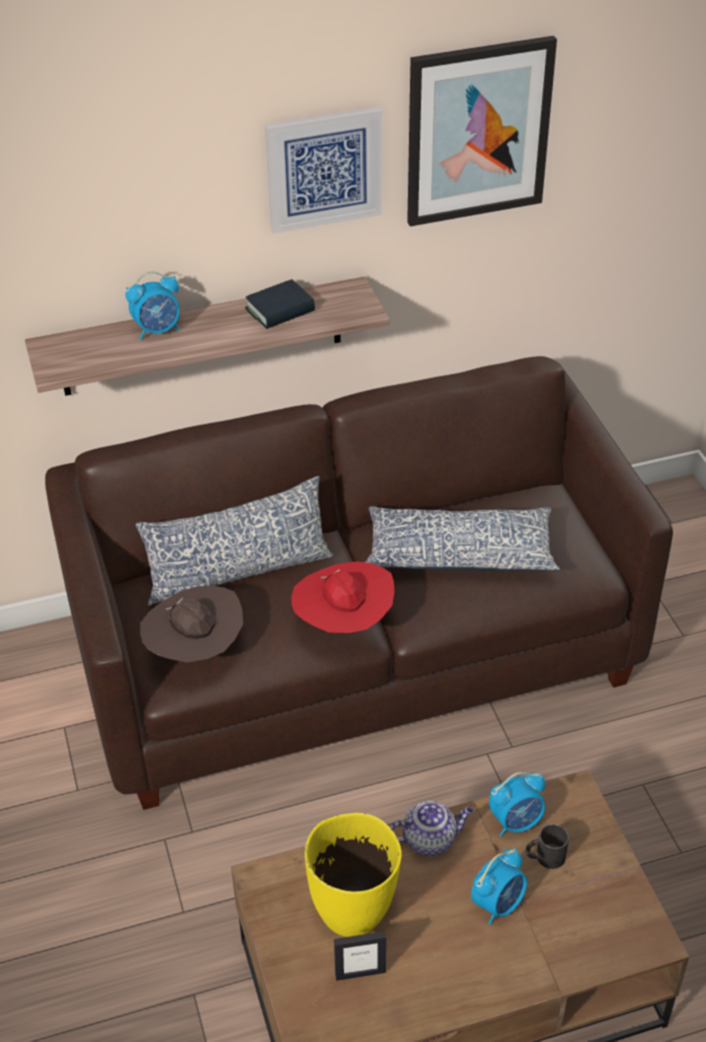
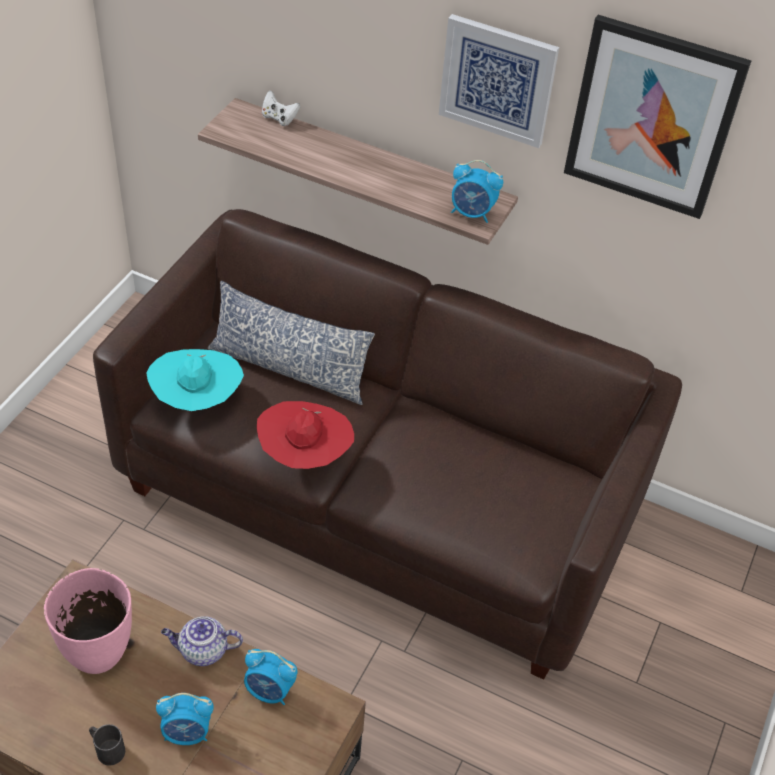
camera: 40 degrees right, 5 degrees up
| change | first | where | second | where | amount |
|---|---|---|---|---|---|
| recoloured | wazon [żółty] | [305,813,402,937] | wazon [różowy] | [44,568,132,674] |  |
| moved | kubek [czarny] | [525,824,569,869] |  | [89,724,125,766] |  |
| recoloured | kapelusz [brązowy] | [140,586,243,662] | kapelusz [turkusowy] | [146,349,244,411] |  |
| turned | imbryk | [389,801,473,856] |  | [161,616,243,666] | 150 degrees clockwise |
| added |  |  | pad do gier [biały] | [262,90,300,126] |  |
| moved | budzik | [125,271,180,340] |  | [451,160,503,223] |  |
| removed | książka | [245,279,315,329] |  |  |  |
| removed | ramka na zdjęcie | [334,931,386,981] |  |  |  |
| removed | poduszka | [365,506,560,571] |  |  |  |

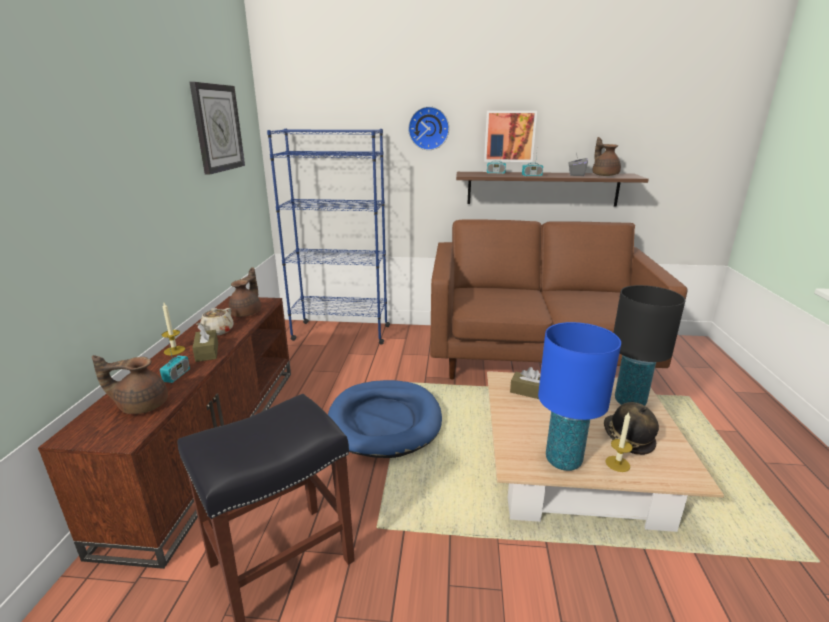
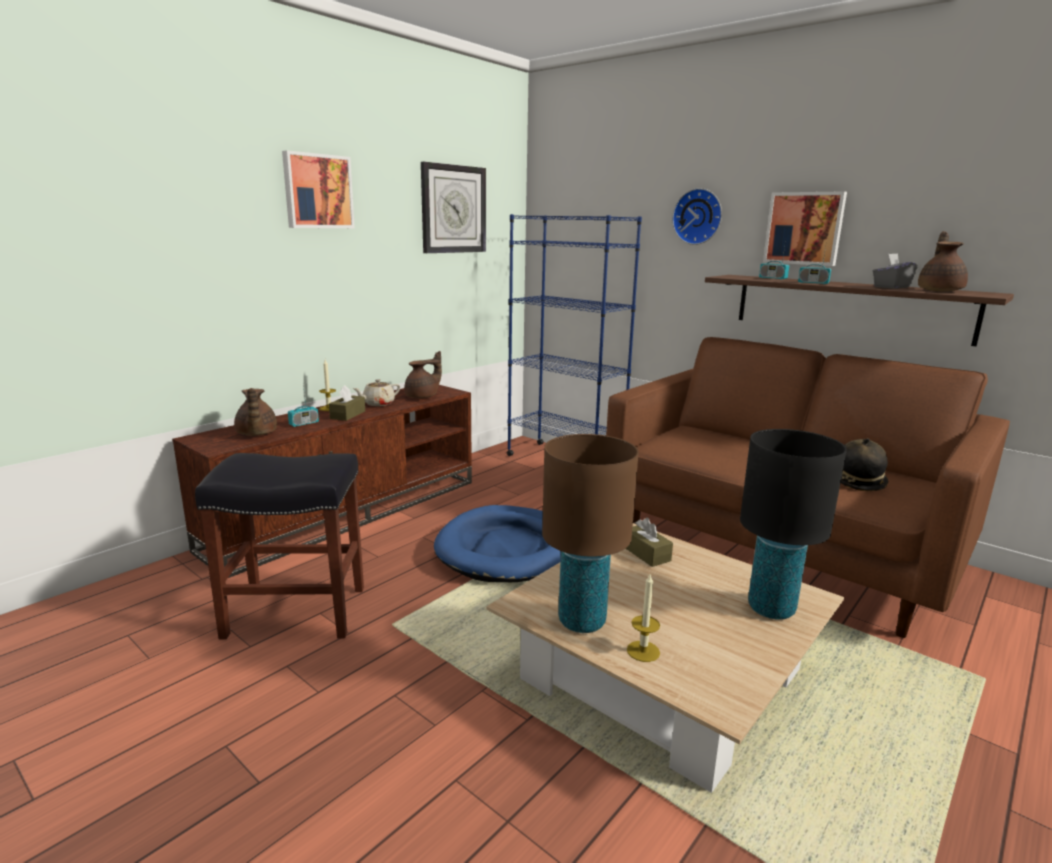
camera: 35 degrees right, 5 degrees down
| change | first | where | second | where | amount |
|---|---|---|---|---|---|
| turned | imbryk [brązowy] | [92,355,168,414] |  | [234,388,277,436] | 135 degrees counterclockwise |
| added |  |  | obraz | [282,150,355,228] |  |
| recoloured | lampa stołowa [niebieski] | [538,322,621,471] | lampa stołowa [brązowy] | [542,434,639,633] |  |
| moved | kapelusz | [604,402,659,455] |  | [841,438,888,491] |  |

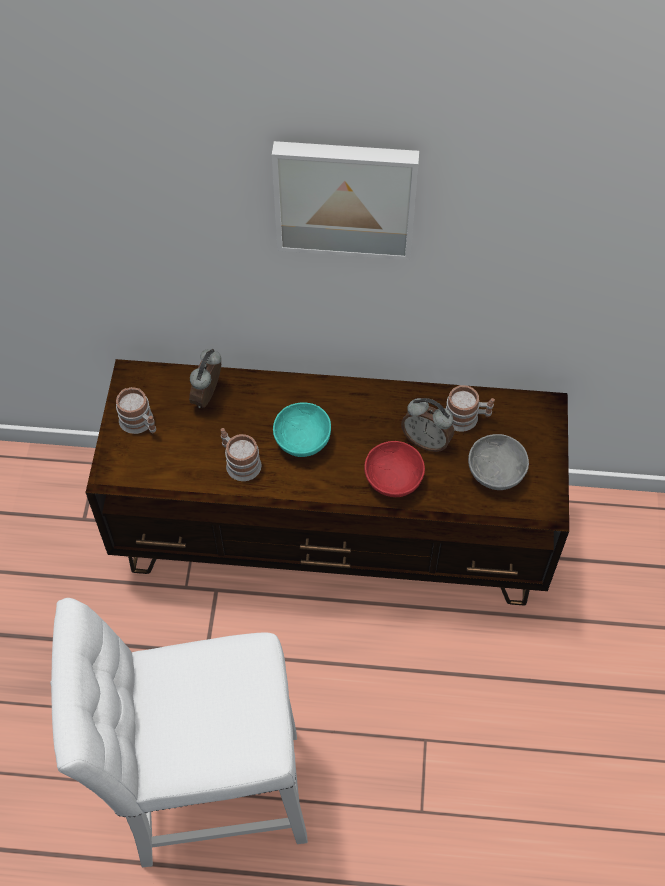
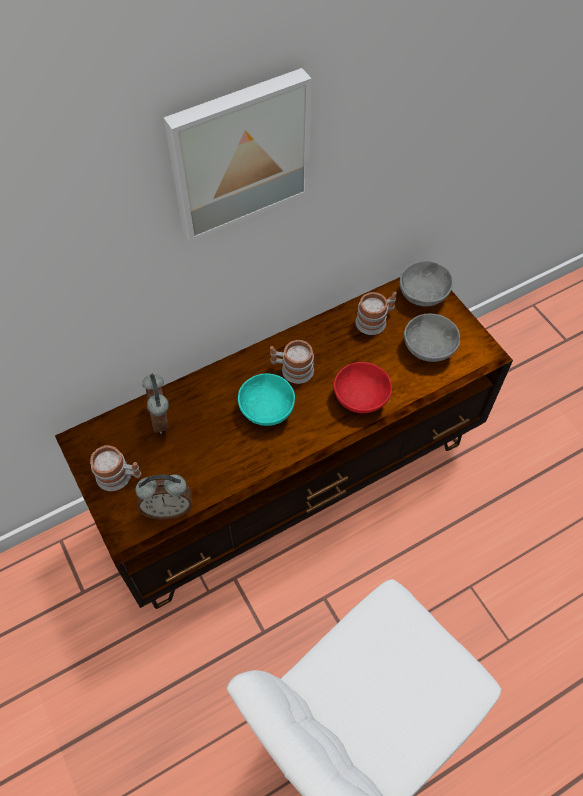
camera: 35 degrees left, 0 degrees up
| change | first | where | second | where | amount |
|---|---|---|---|---|---|
| moved | budzik | [401,398,454,452] |  | [135,474,192,520] |  |
| moved | kubek | [221,428,261,481] |  | [270,340,314,384] |  |
| added |  |  | miska [szary] | [400,261,453,307] |  |

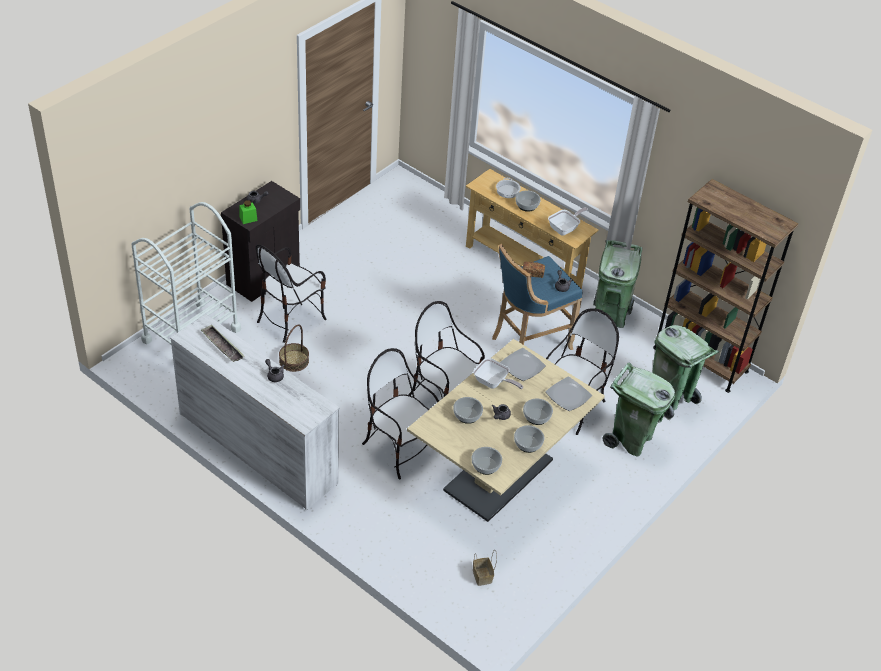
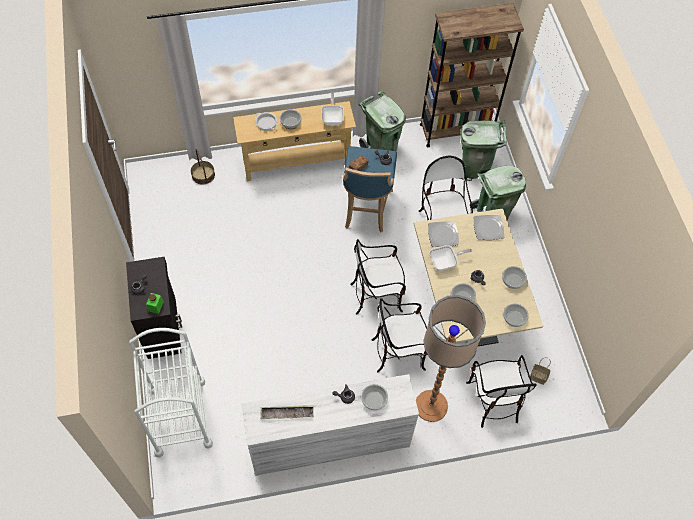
camera: 50 degrees left, 15 degrees up
| change | first | where | second | where | amount |
|---|---|---|---|---|---|
| moved | koszyk | [279,324,309,372] |  | [191,149,215,185] |  |
| moved | miska | [523,398,553,425] |  | [361,384,388,410] |  |
| added |  |  | lampa stojąca | [416,295,486,422] |  |
| moved | krzesło | [256,244,326,343] |  | [466,355,537,428] |  |

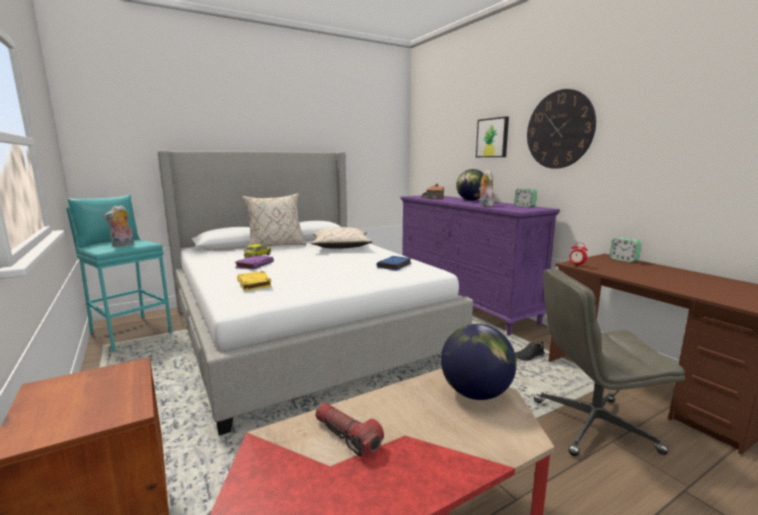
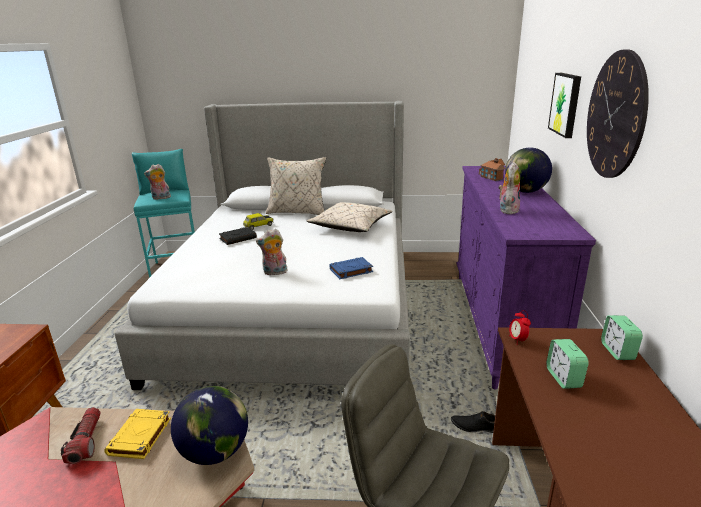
camera: 35 degrees right, 10 degrees up
| change | first | where | second | where | amount |
|---|---|---|---|---|---|
| moved | książka [żółty] | [237,271,272,291] |  | [104,409,171,459] |  |
| recoloured | książka [fioletowy] | [235,255,274,270] | książka [czarny] | [219,227,257,245] |  |
| added |  |  | pluszak | [256,229,288,275] |  |
| moved | budzik | [514,188,537,207] |  | [546,339,589,389] |  |

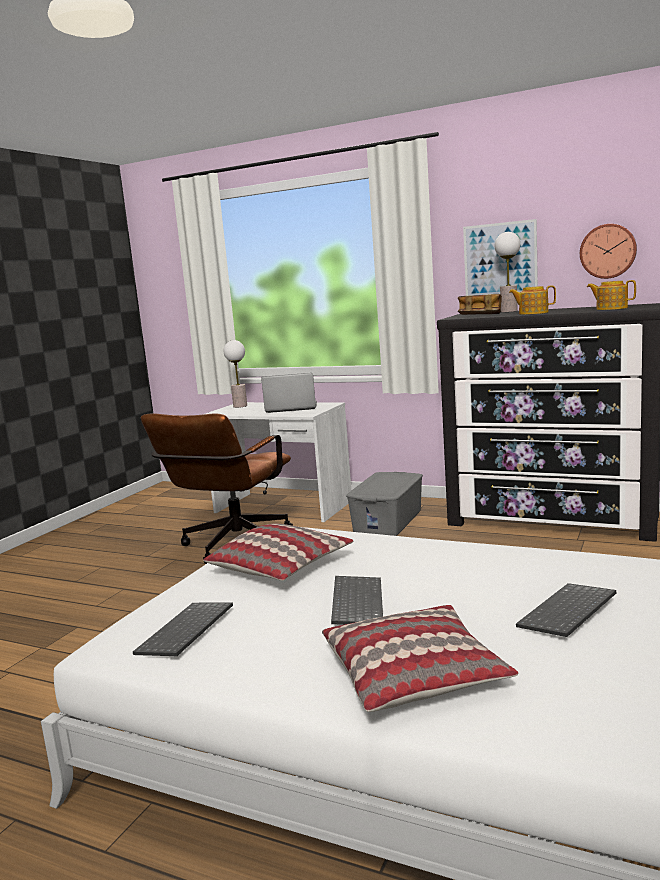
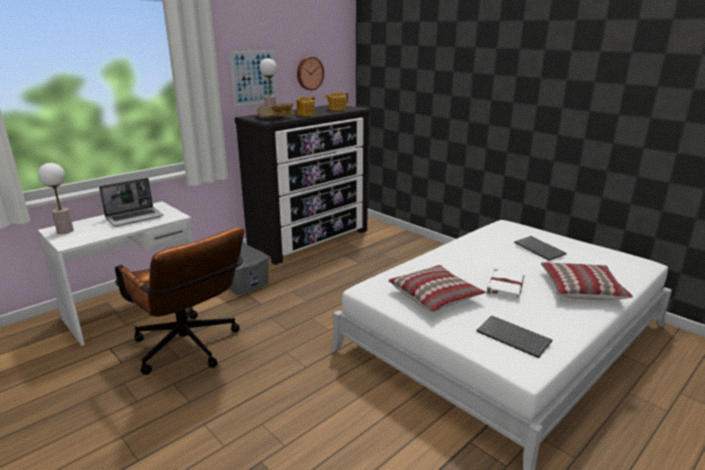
camera: 70 degrees left, 10 degrees up
| change | first | where | second | where | amount |
|---|---|---|---|---|---|
| turned | laptop | [261,373,317,413] |  | [99,178,164,227] | 150 degrees counterclockwise |
| replaced | klawiatura | [331,576,383,625] | książka [biały] | [486,269,524,299] |  |

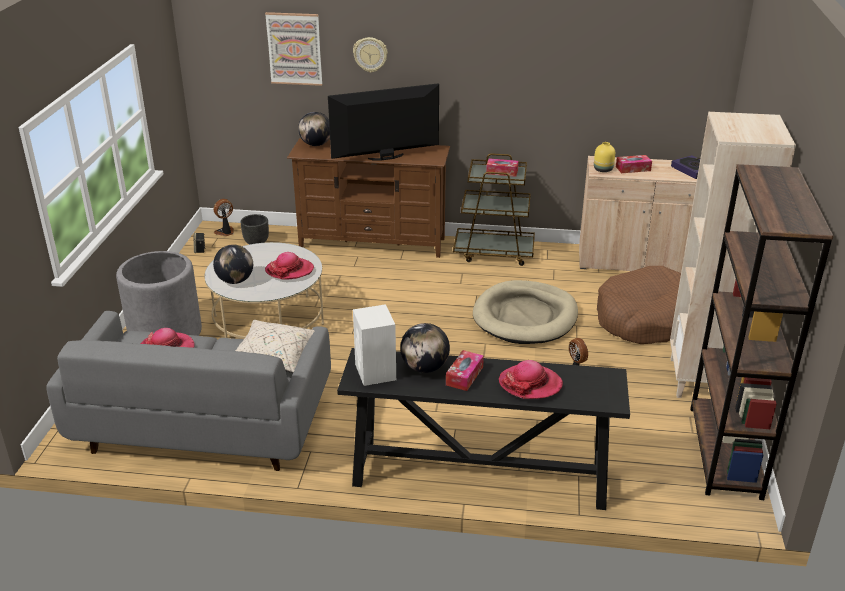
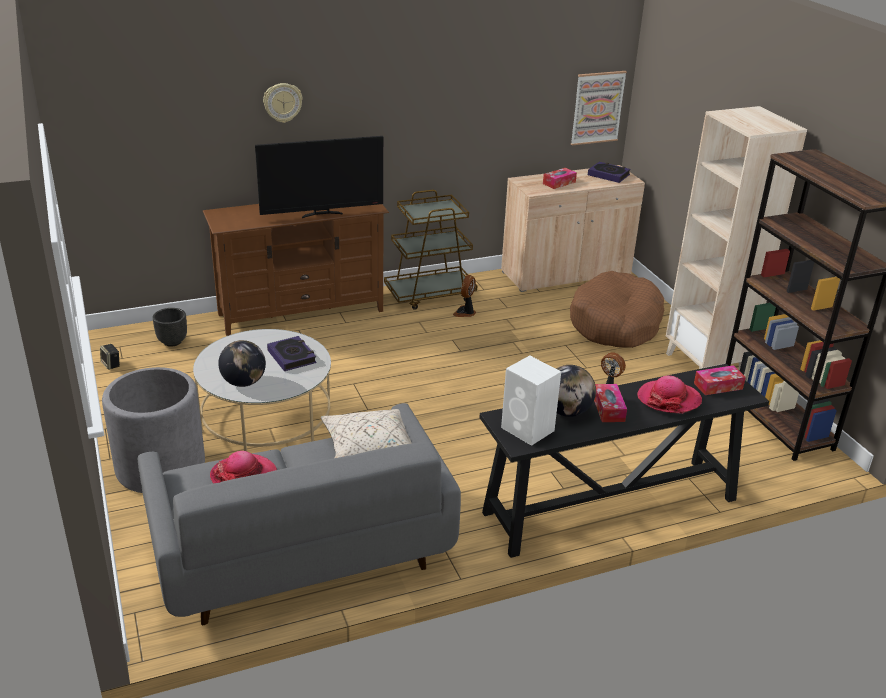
camera: 30 degrees left, 0 degrees up
| change | first | where | second | where | amount |
|---|---|---|---|---|---|
| turned | telewizor | [328,83,439,160] |  | [255,136,383,218] | 150 degrees counterclockwise |
| replaced | kapelusz | [265,252,314,280] | książka | [267,336,317,371] |  |
| moved | wentylator | [214,199,234,236] |  | [453,275,476,317] |  |
| moved | obraz | [265,12,323,86] |  | [571,71,627,145] |  |
| moved | pudełko chusteczek | [486,158,519,177] |  | [694,365,746,395] |  |
| removed | globus | [298,112,330,146] |  |  |  |
| removed | legowisko [beżowy] | [473,280,578,344] |  |  |  |
| removed | wazon [żółty] | [594,142,615,172] |  |  |  |

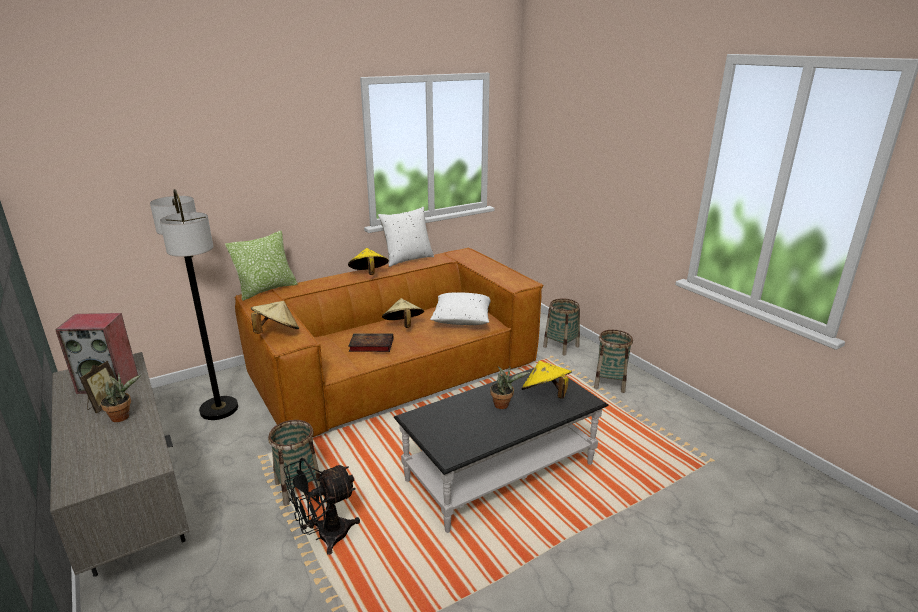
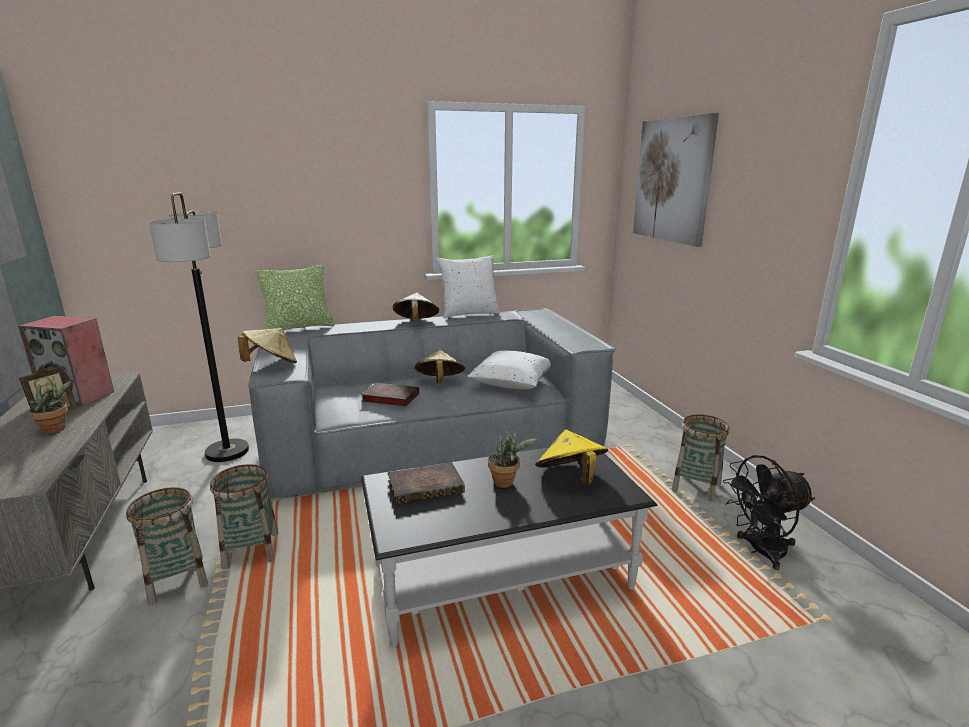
camera: 15 degrees right, 5 degrees down
| change | first | where | second | where | amount |
|---|---|---|---|---|---|
| moved | koszyk | [543,298,580,356] |  | [126,487,208,605] |  |
| recoloured | kanapa [brązowy] | [235,248,543,437] | kanapa [szary] | [248,308,616,498] |  |
| added |  |  | książka | [387,462,465,505] |  |
| recoloured | kapelusz [żółty] | [348,248,389,275] | kapelusz [biały] | [393,293,439,322] |  |
| added |  |  | obraz | [633,113,719,247] |  |
| moved | wentylator [czarny] | [283,458,360,555] |  | [723,455,815,570] |  |

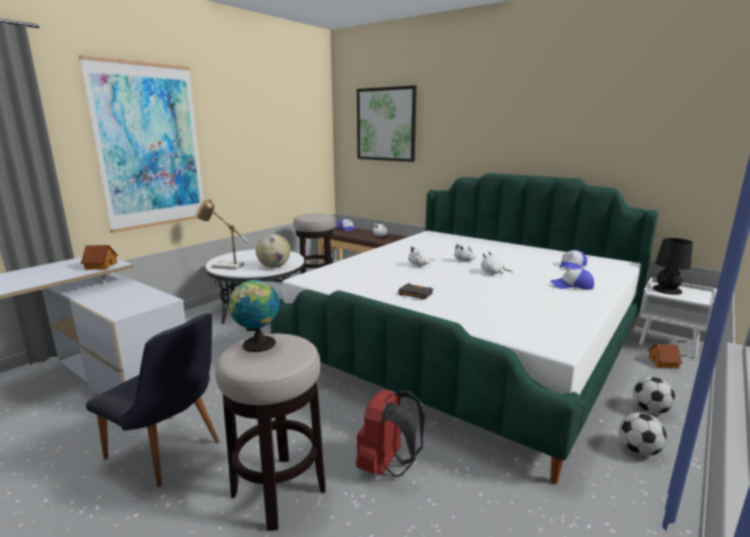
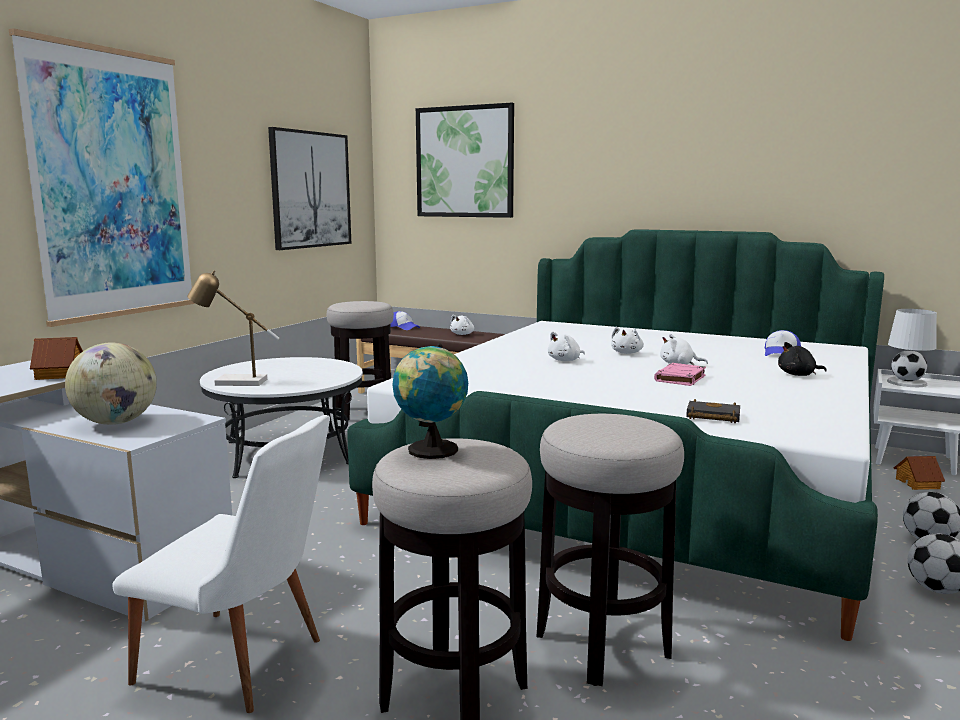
camera: 10 degrees left, 5 degrees down
| change | first | where | second | where | amount |
|---|---|---|---|---|---|
| moved | globus | [256,234,291,268] |  | [65,343,157,425] |  |
| recoloured | krzesło [czarny] | [86,313,220,487] | krzesło [biały] | [112,415,330,713] |  |
| added |  |  | obraz | [268,127,351,250] |  |
| replaced | plecak [czerwony] | [356,390,425,477] | stołek | [537,414,684,686] |  |
| added |  |  | książka [różowy] | [654,363,706,386] |  |
| moved | książka [czarny] | [398,283,433,300] |  | [686,399,740,423] |  |
| replaced | czapka z daszkiem | [550,269,594,290] | pluszak [czarny] | [778,342,827,376] |  |
| recoloured | lampa stołowa [czarny] | [653,238,693,295] | lampa stołowa [biały] | [887,309,937,387] |  |

